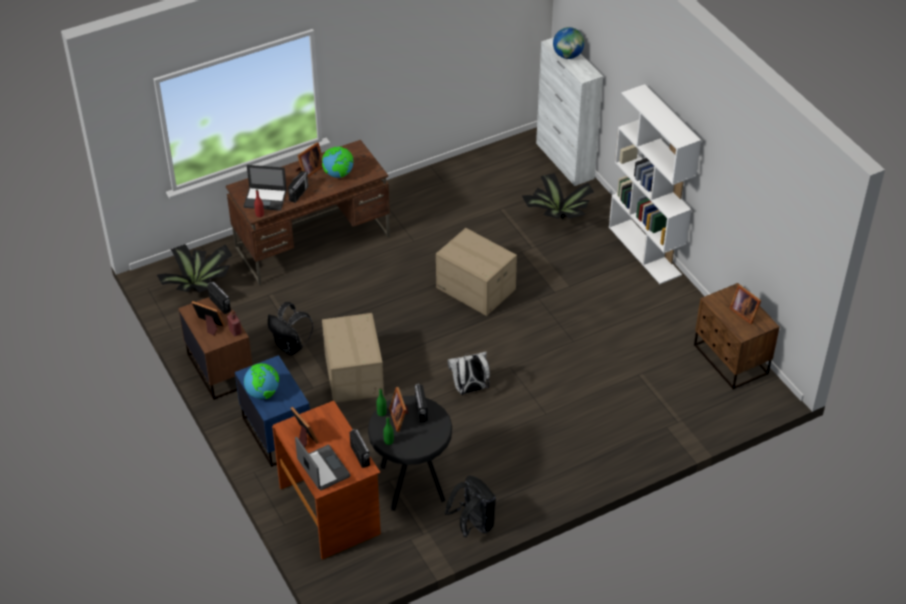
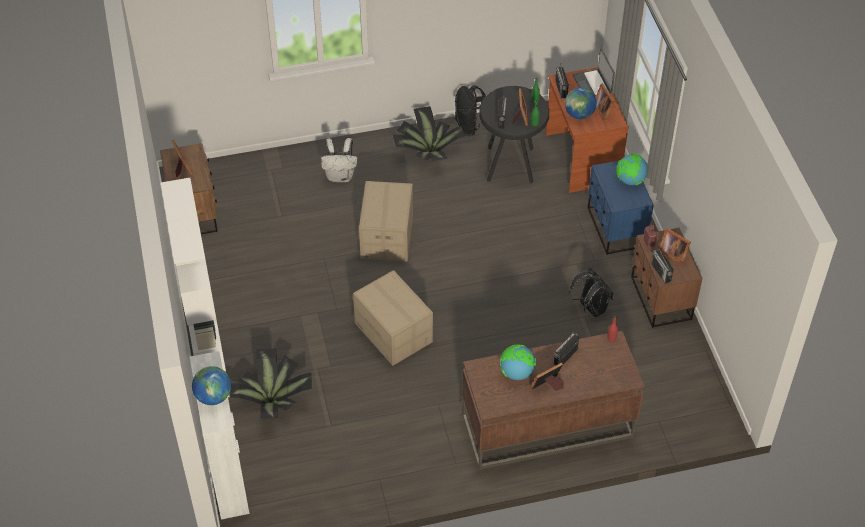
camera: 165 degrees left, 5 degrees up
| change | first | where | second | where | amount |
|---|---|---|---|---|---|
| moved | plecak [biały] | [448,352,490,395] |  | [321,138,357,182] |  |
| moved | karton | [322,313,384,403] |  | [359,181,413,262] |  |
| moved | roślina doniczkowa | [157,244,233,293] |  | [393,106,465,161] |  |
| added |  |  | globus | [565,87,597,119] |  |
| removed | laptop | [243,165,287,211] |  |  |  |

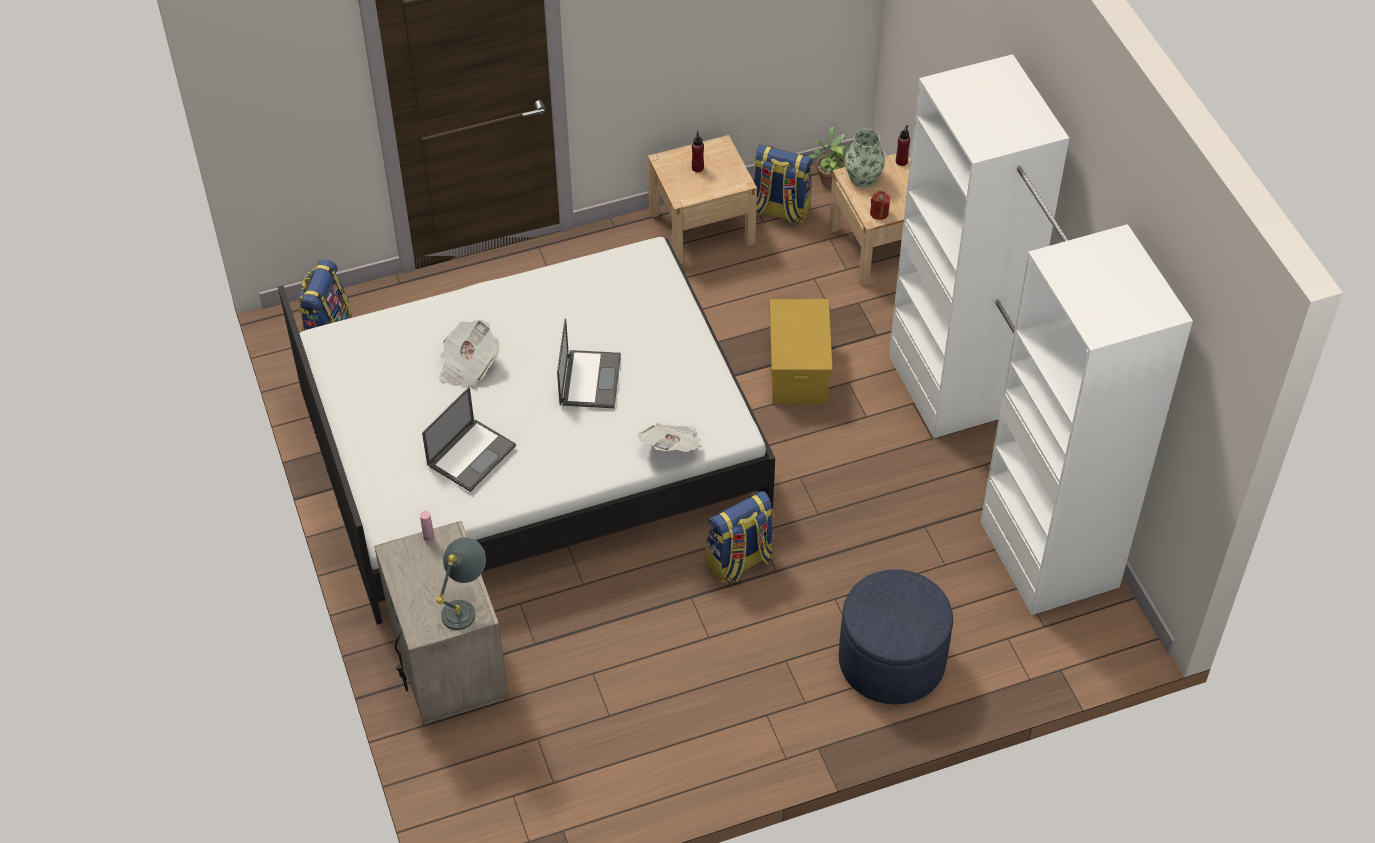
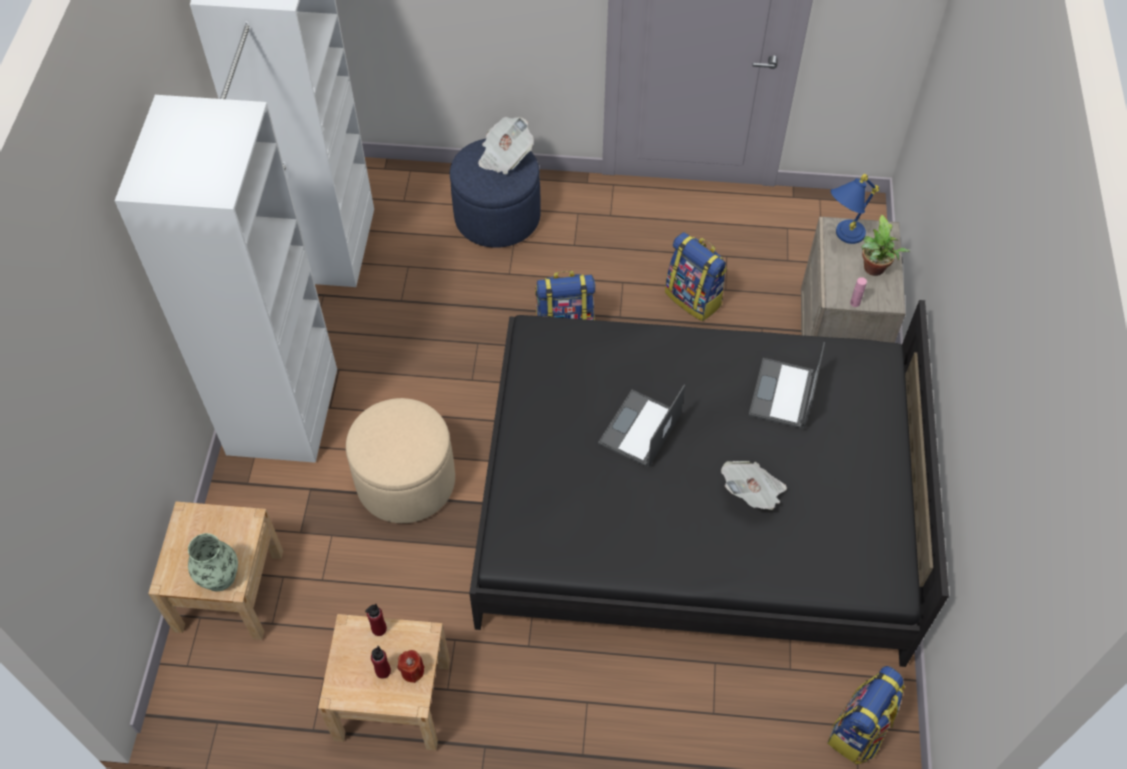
camera: 155 degrees left, 5 degrees up
| change | first | where | second | where | amount |
|---|---|---|---|---|---|
| replaced | pojemnik do przechowywania [żółty] | [770,299,833,404] | pufa [beżowy] | [346,398,455,523] |  |
| moved | butelka [czerwony] | [896,125,910,166] |  | [365,604,387,636] |  |
| moved | świeca [czerwony] | [870,190,891,220] |  | [398,650,425,683] |  |
| recoloured | łóżko [biały] | [278,237,775,625] | łóżko [czarny] | [469,300,949,667] |  |
| moved | gazeta | [638,423,701,452] |  | [478,117,533,174] |  |
| moved | plecak | [754,144,813,224] |  | [665,232,727,321] |  |
| turned | laptop | [422,387,516,492] |  | [748,342,825,429] | 45 degrees counterclockwise |
| recoloured | lampa stołowa [szary] | [436,537,486,630] | lampa stołowa [niebieski] | [830,174,879,244] |  |
| moved | roślina doniczkowa | [809,126,846,187] |  | [862,214,910,276] |  |

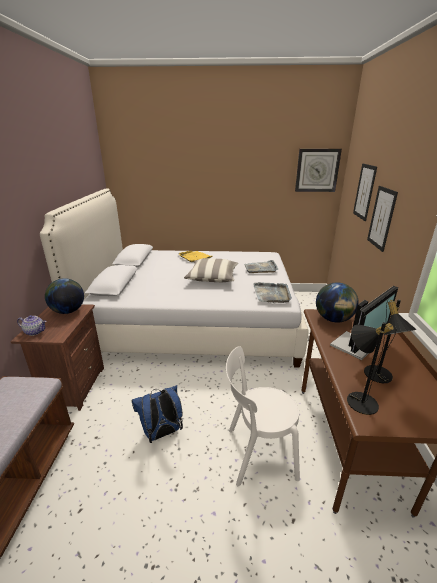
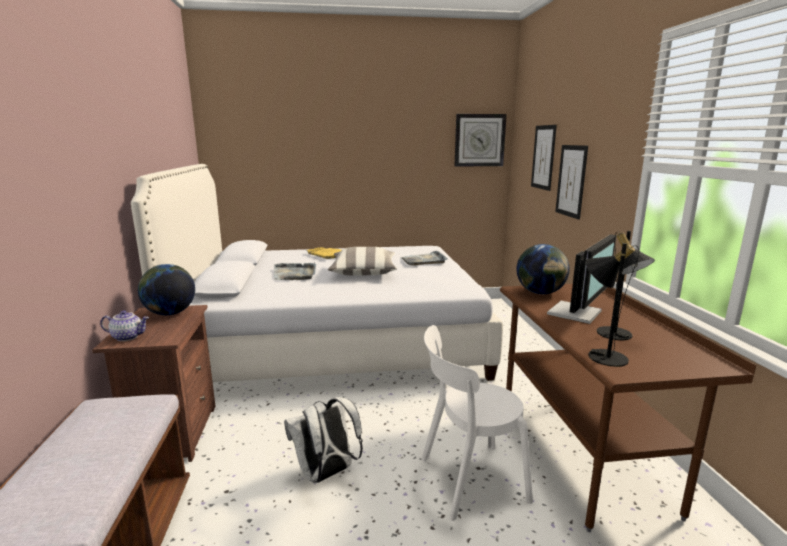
camera: 10 degrees left, 10 degrees down
| change | first | where | second | where | amount |
|---|---|---|---|---|---|
| moved | taca [szary] | [253,282,292,303] |  | [274,262,316,280] |  |
| recoloured | plecak [niebieski] | [131,385,183,443] | plecak [biały] | [284,397,363,483] |  |

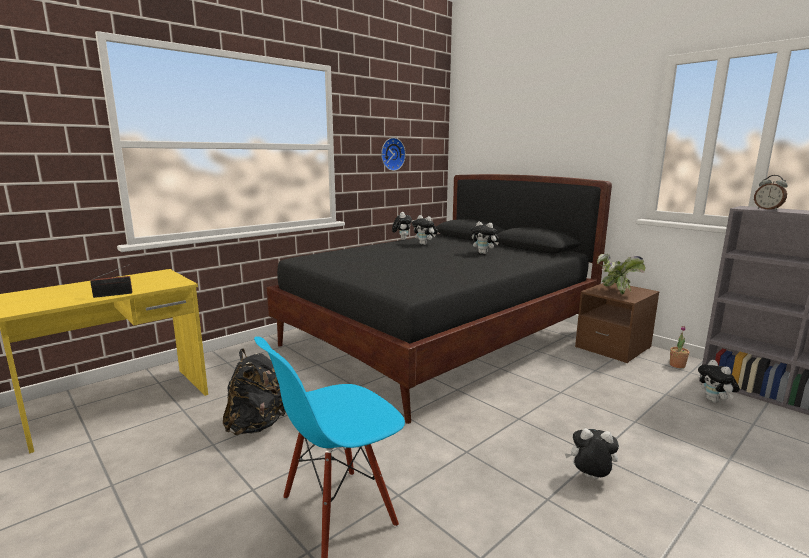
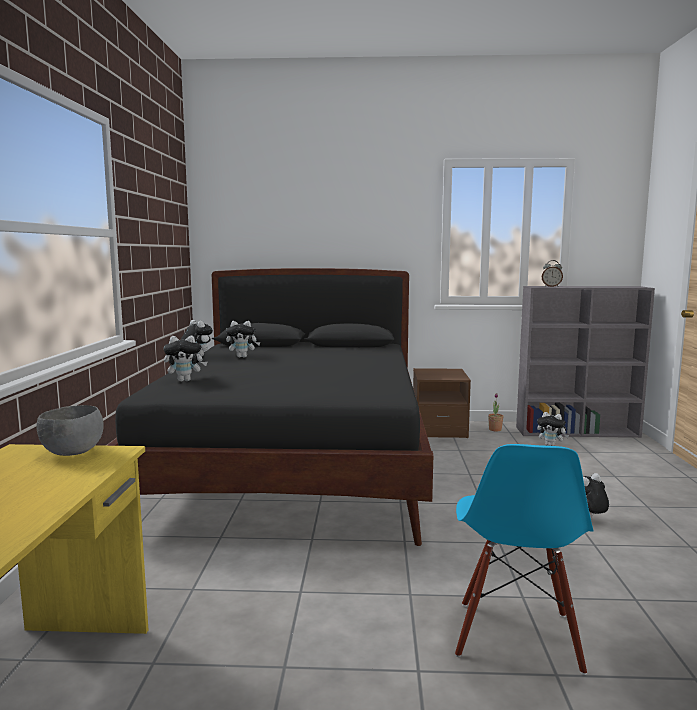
camera: 45 degrees left, 5 degrees down
| change | first | where | second | where | amount |
|---|---|---|---|---|---|
| added |  |  | miska [szary] | [36,405,104,456] |  |
| moved | pluszak | [471,221,499,254] |  | [163,336,207,381] |  |
| removed | radio | [90,263,133,298] |  |  |  |
| removed | plecak [czarny] | [223,349,286,435] |  |  |  |
| removed | zegar ścienny | [381,138,406,171] |  |  |  |
| removed | roślina doniczkowa | [597,254,646,294] |  |  |  |

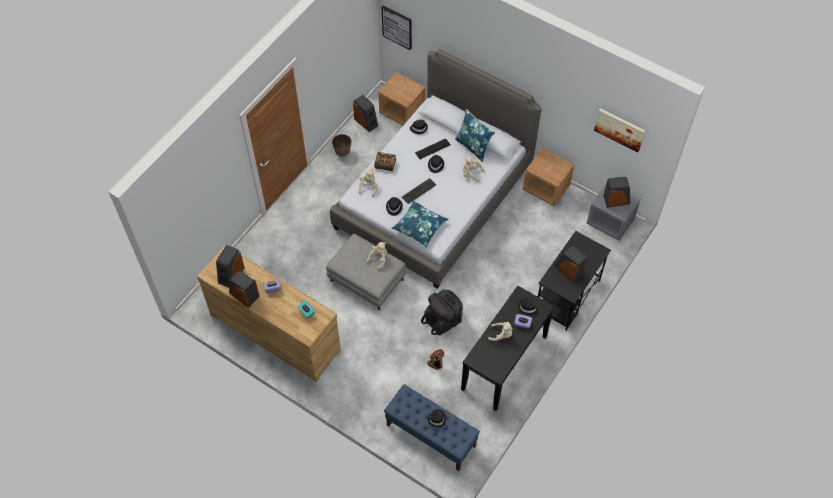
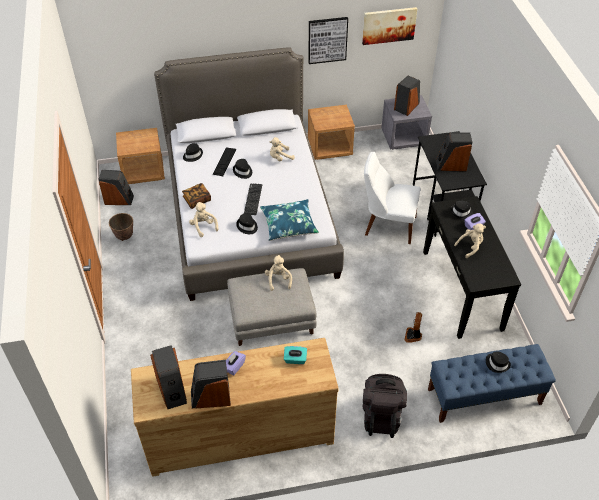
camera: 45 degrees left, 10 degrees down
| change | first | where | second | where | amount |
|---|---|---|---|---|---|
| moved | obraz | [382,5,412,50] |  | [308,17,348,64] |  |
| moved | plecak [czarny] | [421,290,463,335] |  | [363,374,407,438] |  |
| added |  |  | krzesło [biały] | [364,152,421,244] |  |
| removed | poduszka [niebieski] | [455,109,495,162] |  |  |  |

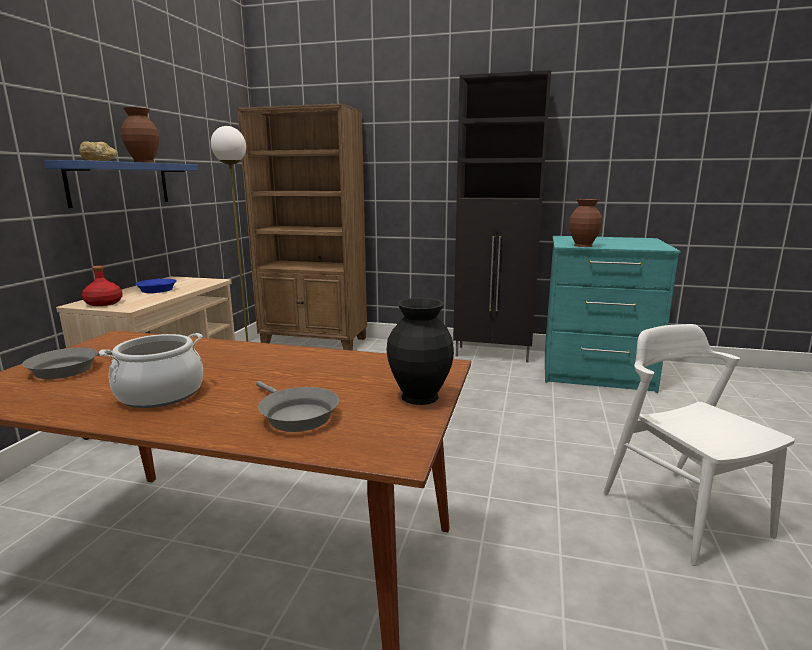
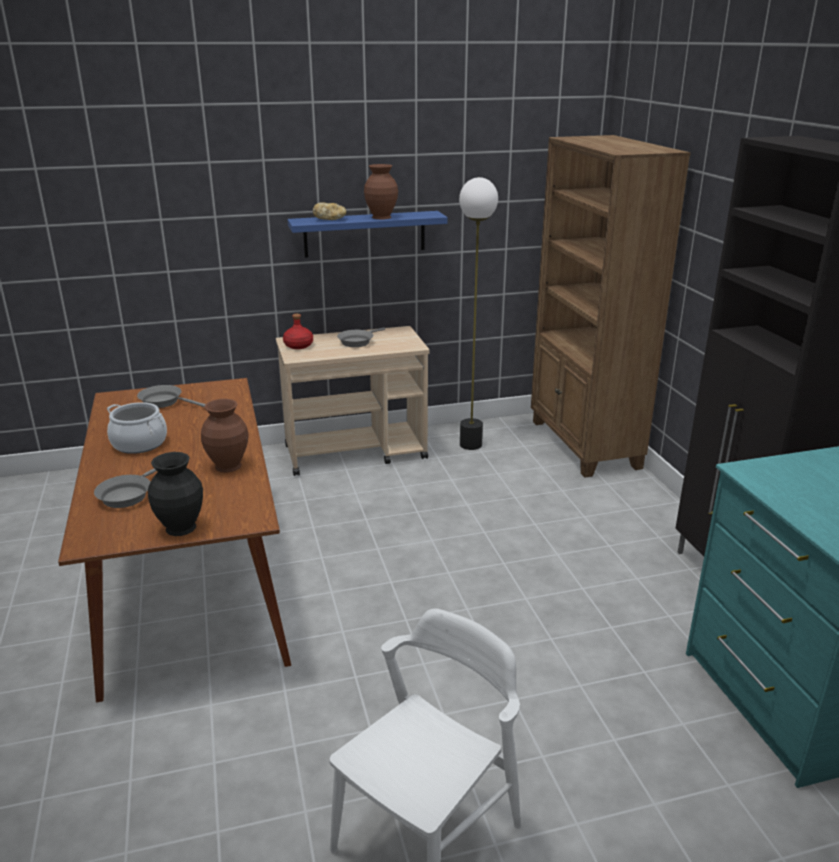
camera: 60 degrees right, 10 degrees up
| change | first | where | second | where | amount |
|---|---|---|---|---|---|
| moved | wazon [brązowy] | [569,199,602,247] |  | [201,399,249,473] |  |
| recoloured | patelnia [niebieski] | [135,278,177,293] | patelnia [szary] | [337,328,385,347] |  |

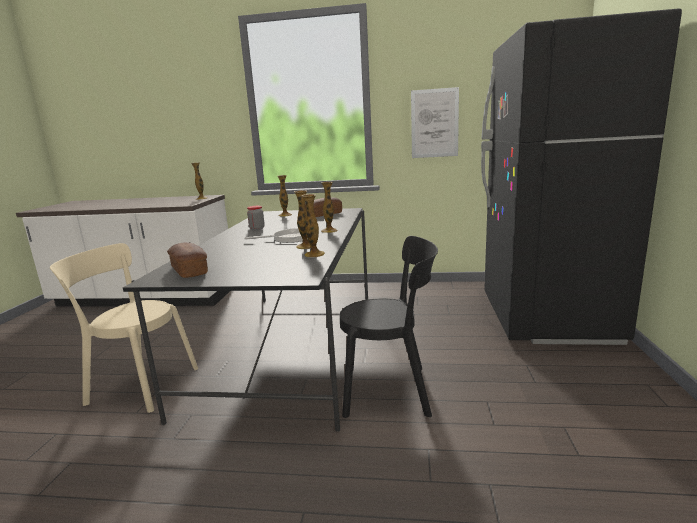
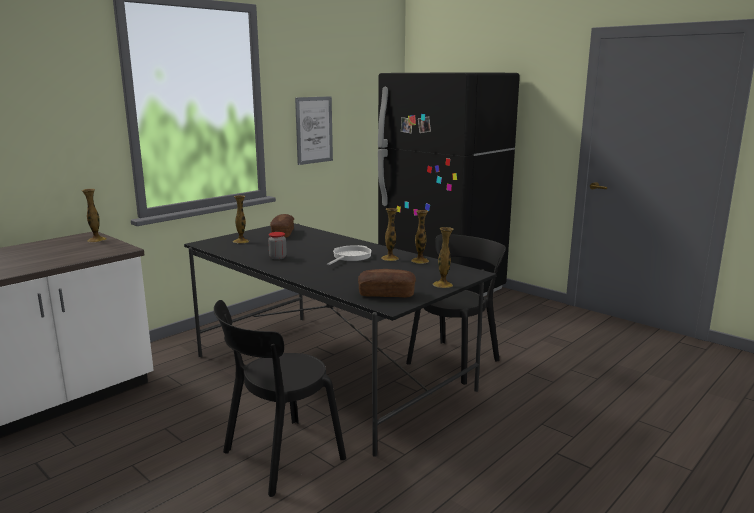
camera: 55 degrees left, 0 degrees up
| change | first | where | second | where | amount |
|---|---|---|---|---|---|
| recoloured | krzesło [beżowy] | [50,243,198,413] | krzesło [czarny] | [214,300,346,497] |  |
| moved | wazon | [321,182,338,233] |  | [432,227,454,288] |  |

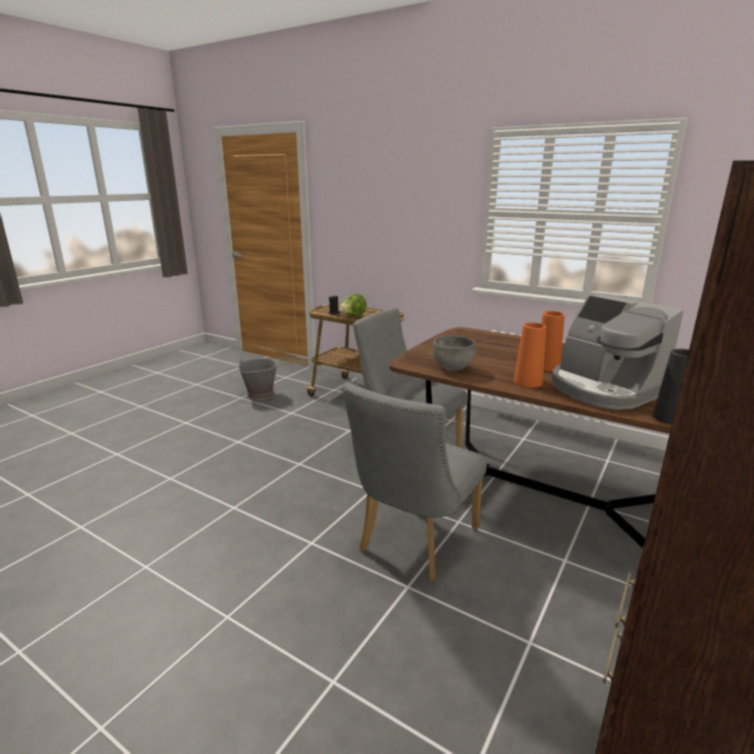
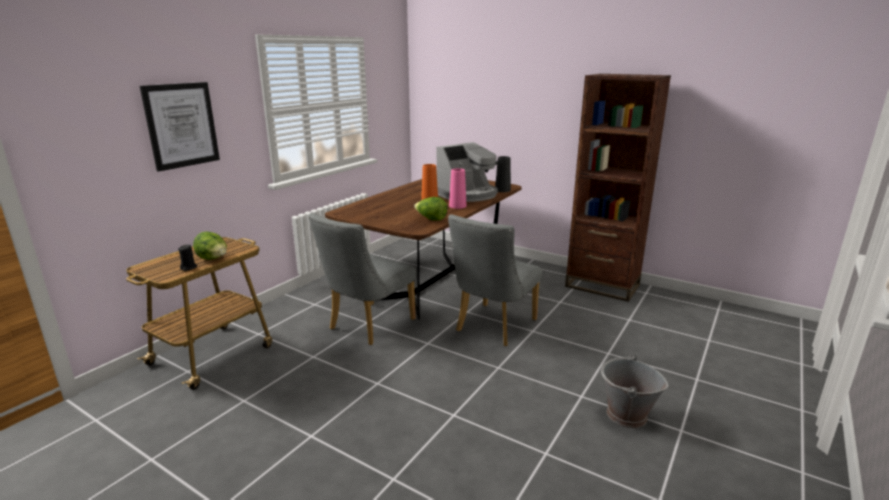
camera: 90 degrees left, 0 degrees up
| change | first | where | second | where | amount |
|---|---|---|---|---|---|
| added |  |  | obraz | [140,82,220,172] |  |
| replaced | miska [szary] | [432,335,476,371] | sałata | [414,197,447,221] |  |
| turned | krzesło [szary] | [342,383,487,582] |  | [448,214,542,346] | 90 degrees clockwise |
| recoloured | wazon [pomarańczowy] | [514,322,546,388] | wazon [różowy] | [449,168,466,209] |  |
| moved | wiadro [szary] | [238,358,278,400] |  | [601,354,668,428] |  |

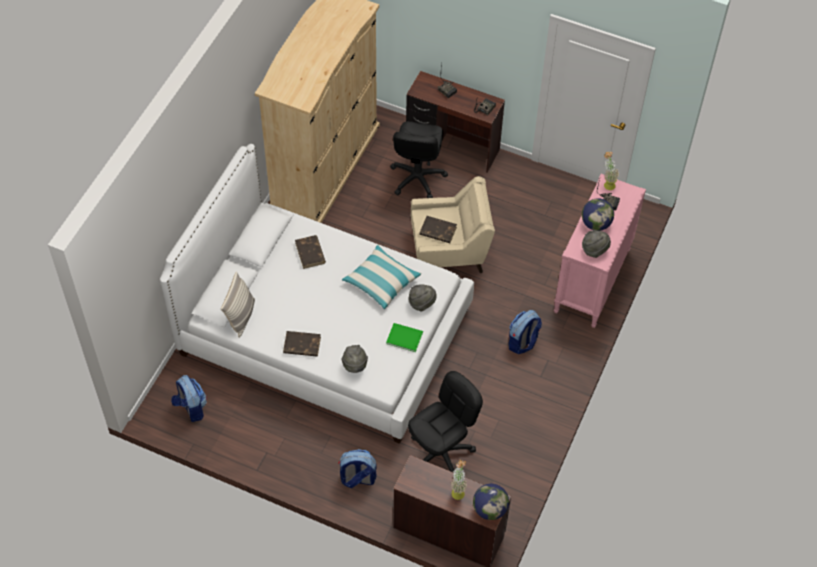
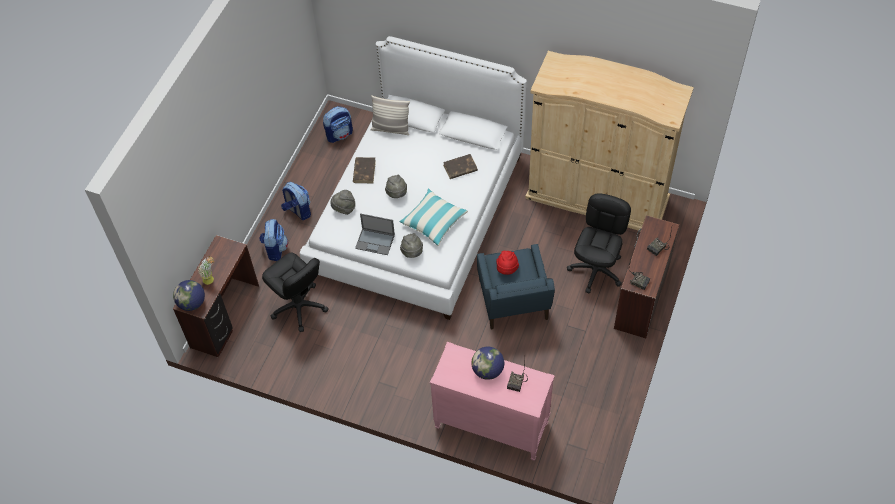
camera: 90 degrees right, 0 degrees up
| change | first | where | second | where | amount |
|---|---|---|---|---|---|
| moved | plecak | [509,310,542,354] |  | [281,182,311,220] |  |
| replaced | książka [zielony] | [386,323,423,352] | laptop | [355,213,395,255] |  |
| moved | kapelusz [szary] | [582,230,611,258] |  | [385,175,407,198] |  |
| recoloured | fotel [beżowy] | [411,176,495,273] | fotel [niebieski] | [477,244,555,329] |  |
| replaced | książka [brązowy] | [419,216,457,243] | kapelusz [czerwony] | [496,251,519,275] |  |
| turned | krzesło biurowe [czarny] | [390,121,448,198] |  | [567,193,631,293] | 105 degrees clockwise |
| removed | roślina doniczkowa | [604,152,619,190] |  |  |  |

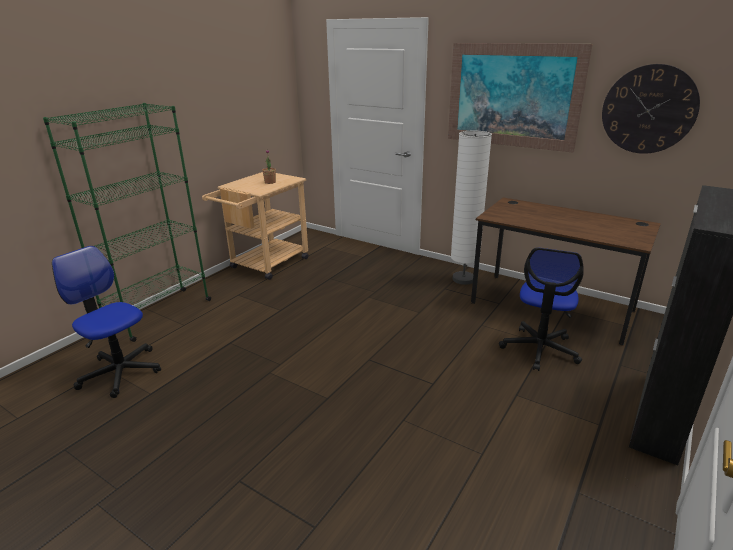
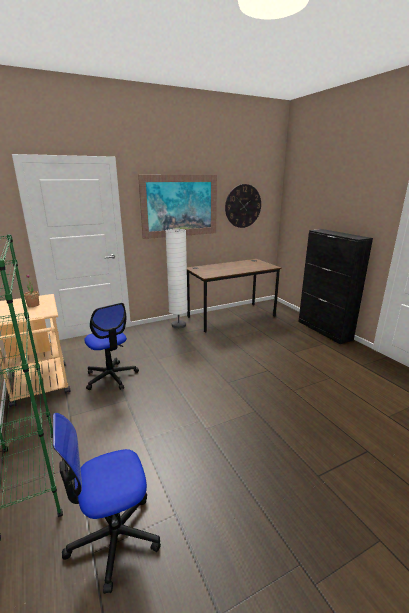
camera: 60 degrees left, 5 degrees down
| change | first | where | second | where | amount |
|---|---|---|---|---|---|
| moved | krzesło biurowe | [499,248,584,371] |  | [84,303,139,390] |  |

